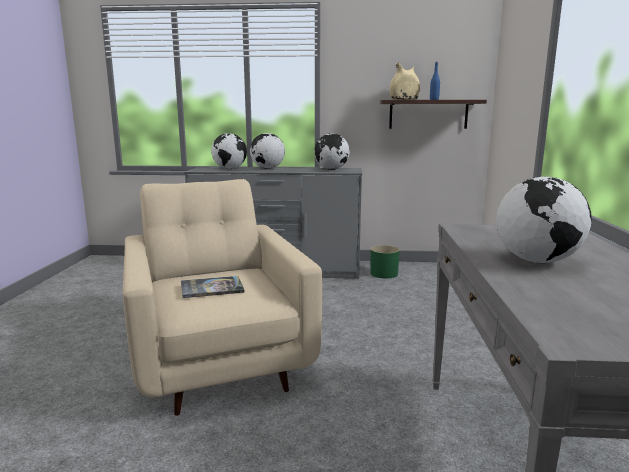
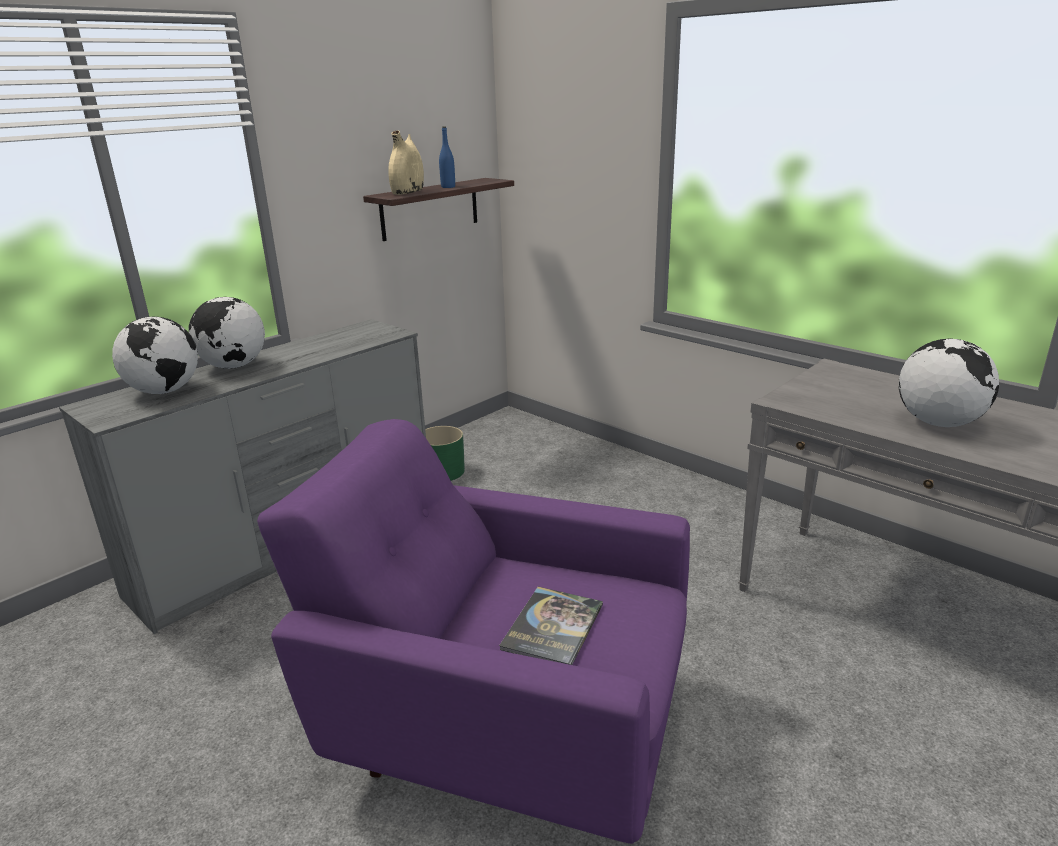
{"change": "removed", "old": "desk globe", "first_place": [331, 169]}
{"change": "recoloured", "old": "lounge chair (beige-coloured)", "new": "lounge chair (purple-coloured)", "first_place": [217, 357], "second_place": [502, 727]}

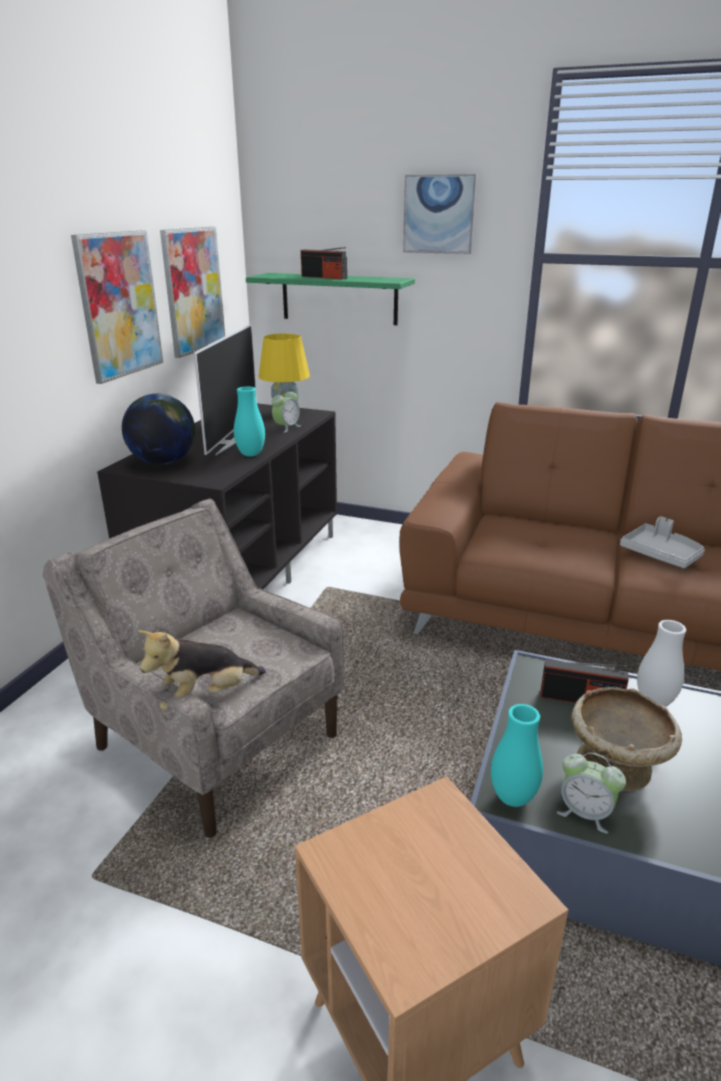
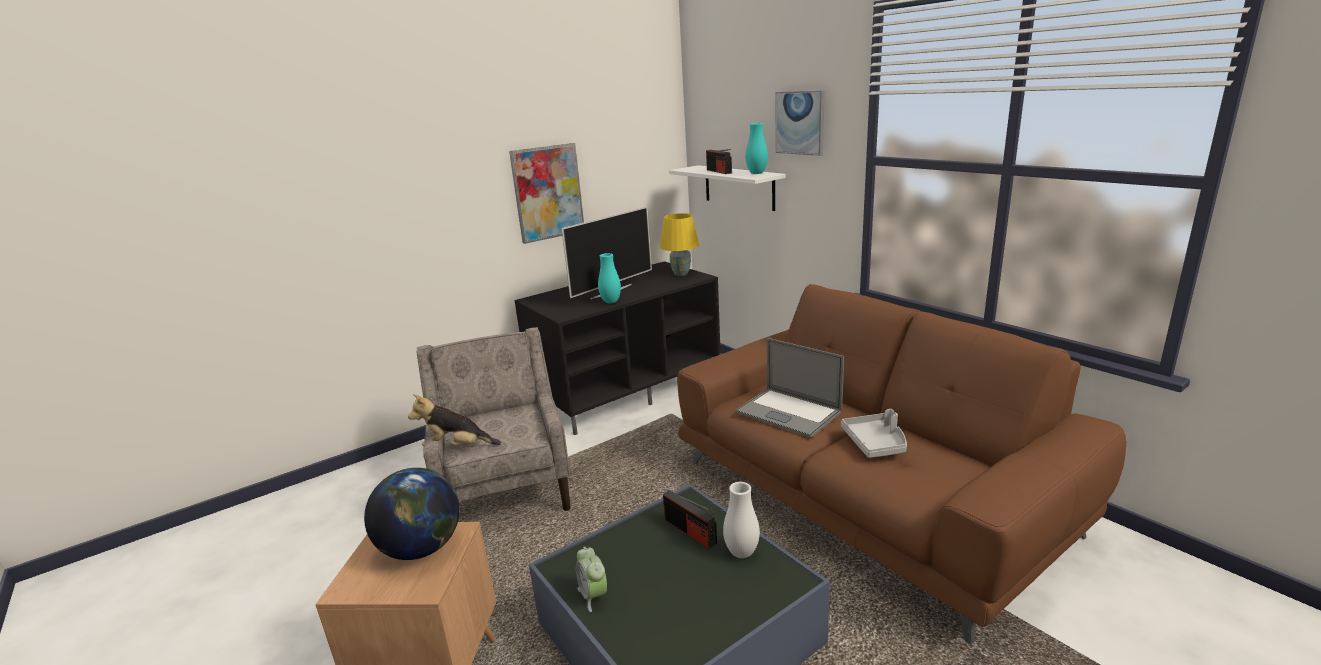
{"change": "removed", "old": "wall art", "first_place": [193, 291]}
{"change": "removed", "old": "table clock", "first_place": [286, 428]}
{"change": "removed", "old": "deep dish (beige-coloured)", "first_place": [616, 764]}
{"change": "added", "new": "notebook computer", "second_place": [788, 412]}
{"change": "moved", "old": "desk globe", "first_place": [163, 462], "second_place": [422, 548]}
{"change": "moved", "old": "decorative vase (turquoise)", "first_place": [513, 798], "second_place": [756, 173]}
{"change": "recoloured", "old": "bracket shelf (green)", "new": "bracket shelf (white-coloured)", "first_place": [339, 298], "second_place": [739, 187]}

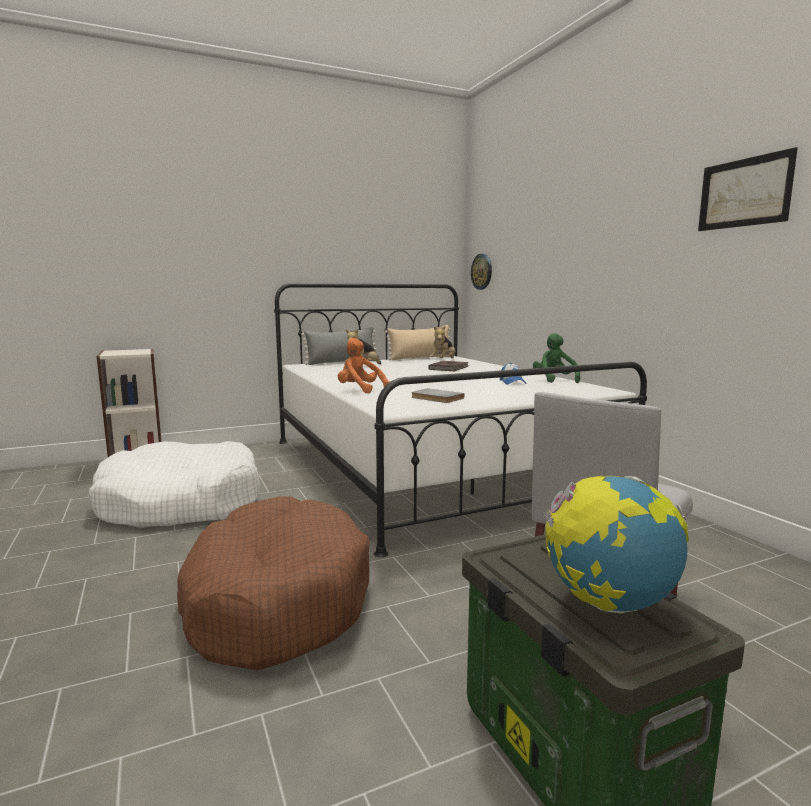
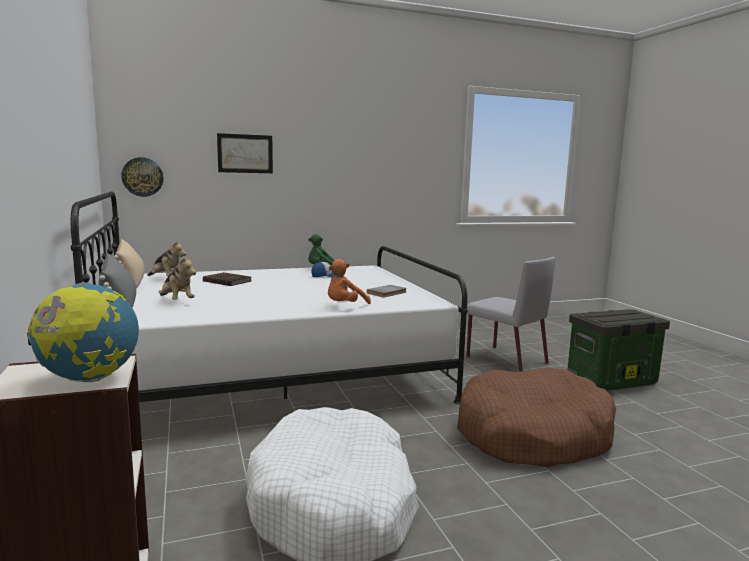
{"change": "moved", "old": "desk globe", "first_place": [608, 603], "second_place": [89, 379]}
{"change": "moved", "old": "wall art", "first_place": [744, 193], "second_place": [245, 153]}

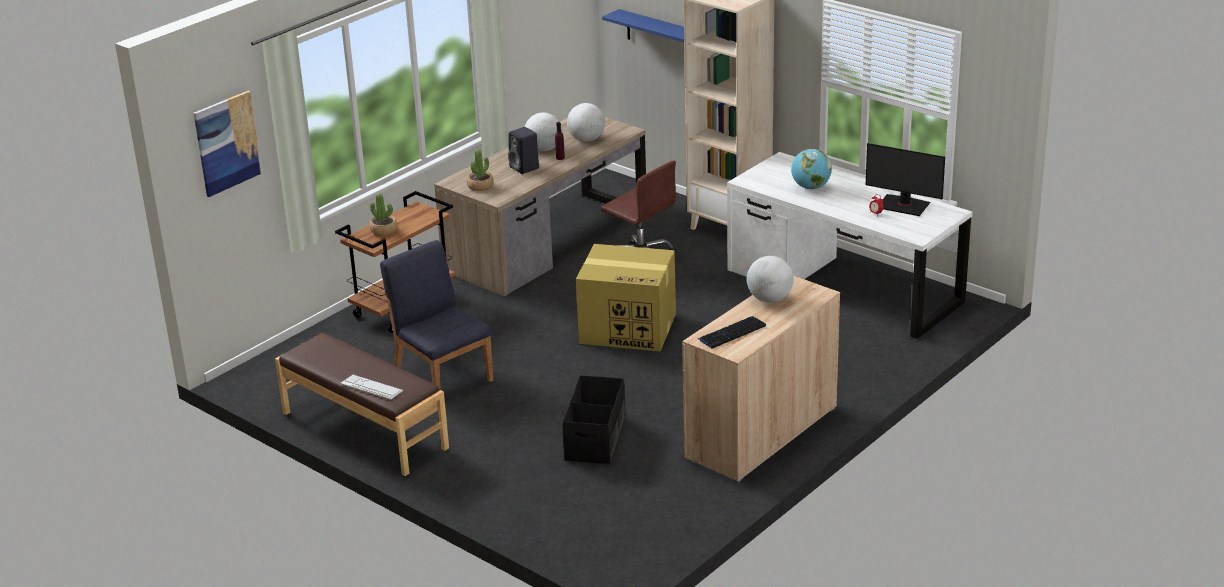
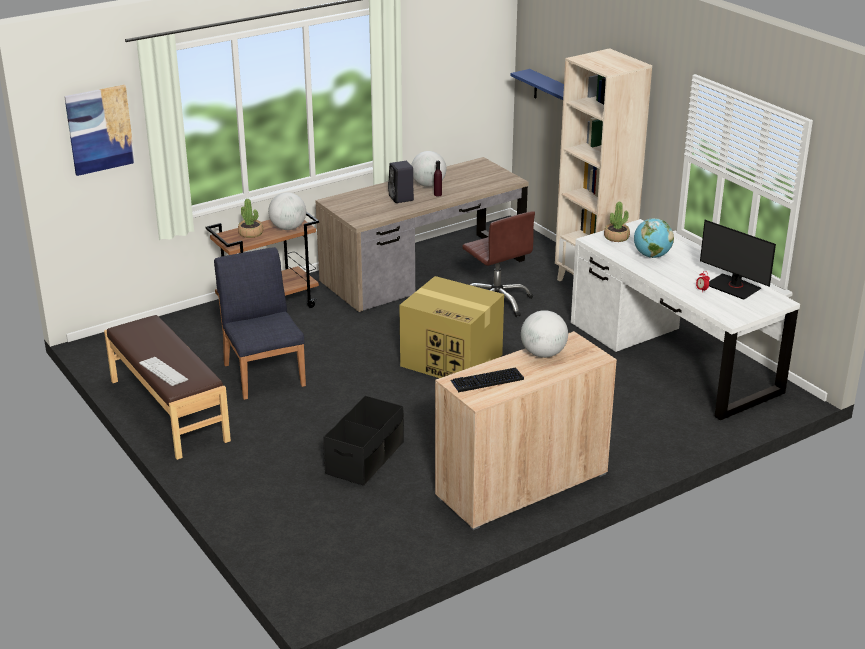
{"change": "moved", "old": "houseplant", "first_place": [480, 186], "second_place": [616, 237]}
{"change": "moved", "old": "desk globe", "first_place": [586, 139], "second_place": [288, 228]}

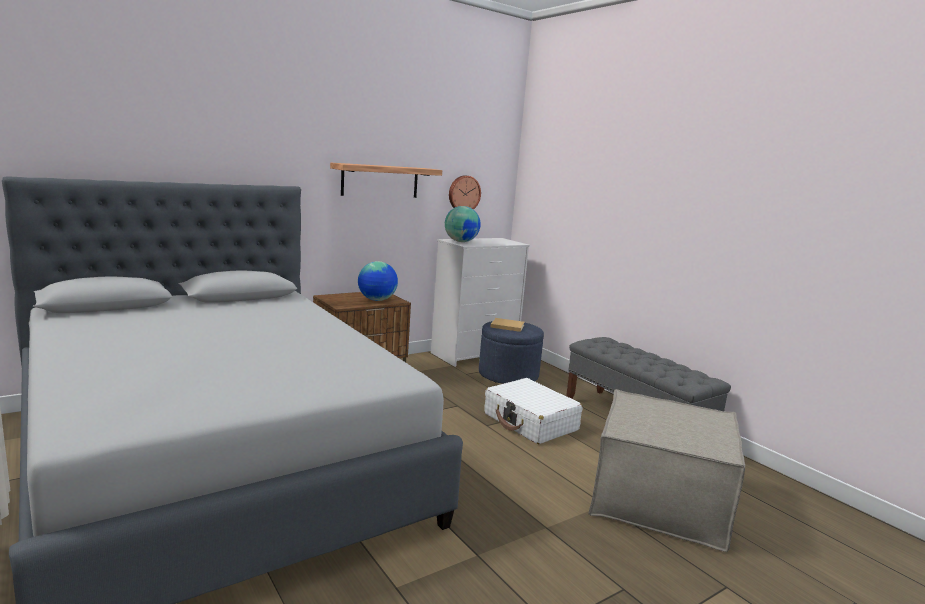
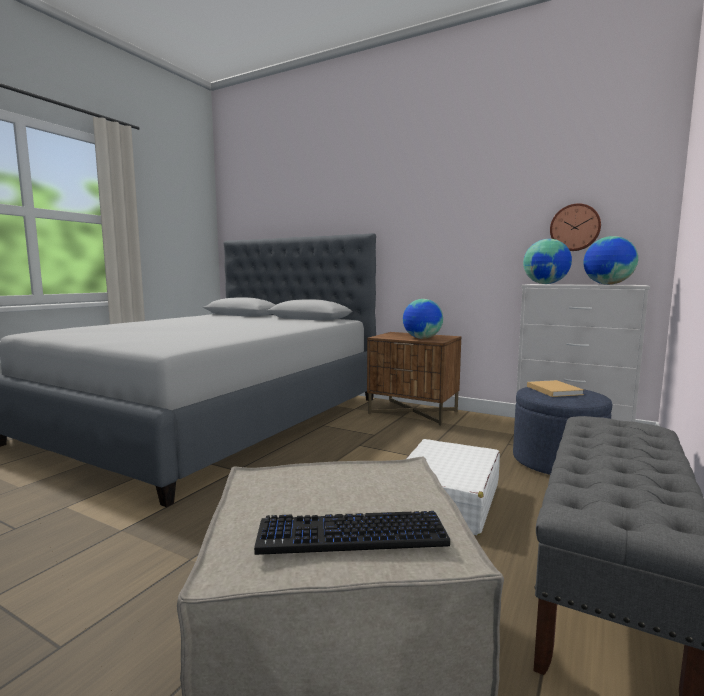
{"change": "removed", "old": "bracket shelf", "first_place": [380, 181]}
{"change": "added", "new": "PC keyboard", "second_place": [351, 534]}
{"change": "added", "new": "desk globe", "second_place": [608, 284]}

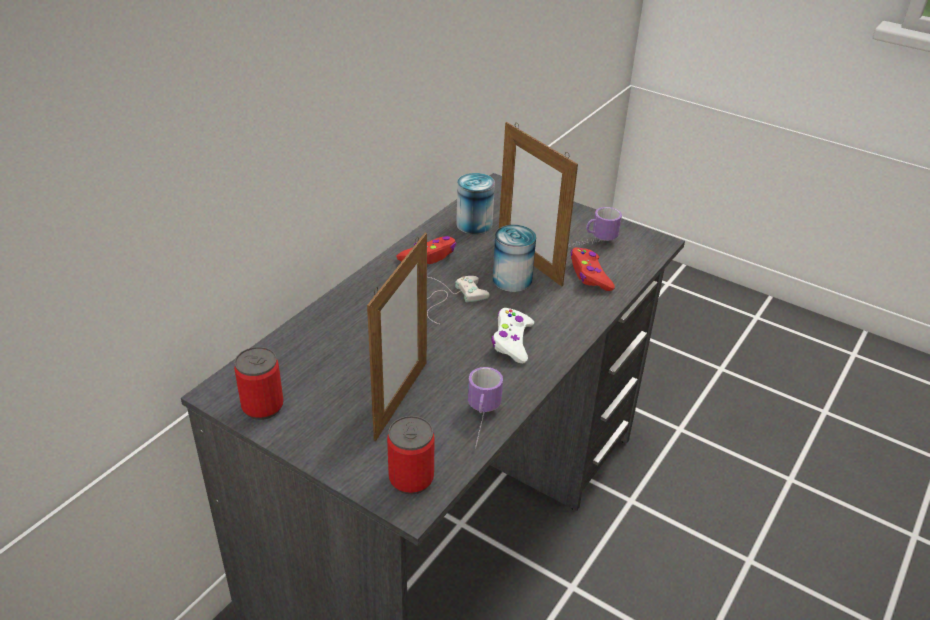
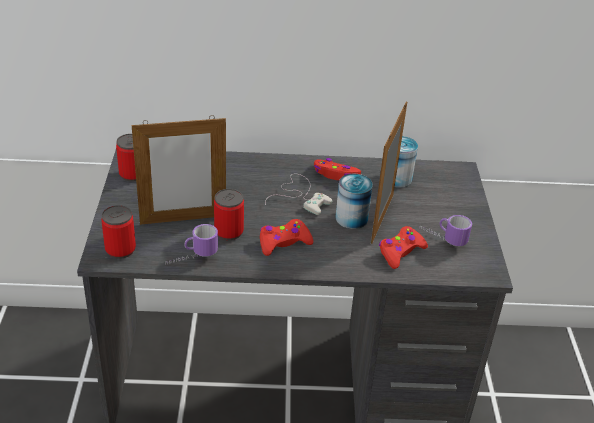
{"change": "added", "new": "sealed can", "second_place": [229, 232]}
{"change": "recoloured", "old": "game controller (white-coloured)", "new": "game controller (reddish)", "first_place": [512, 341], "second_place": [283, 242]}

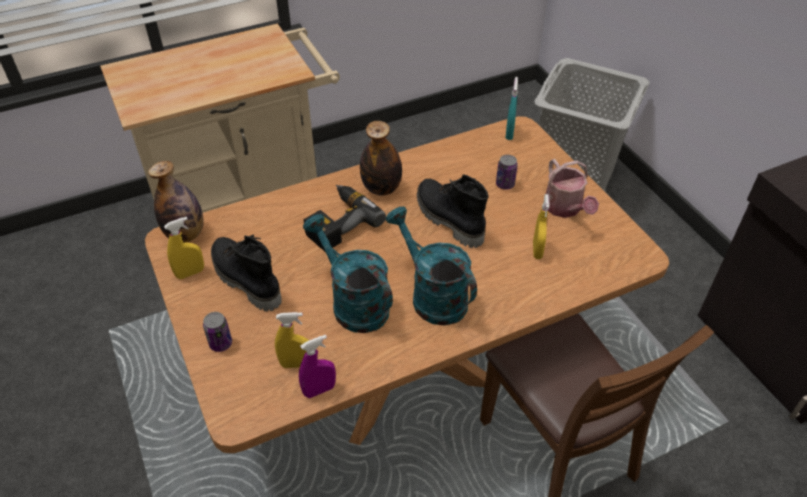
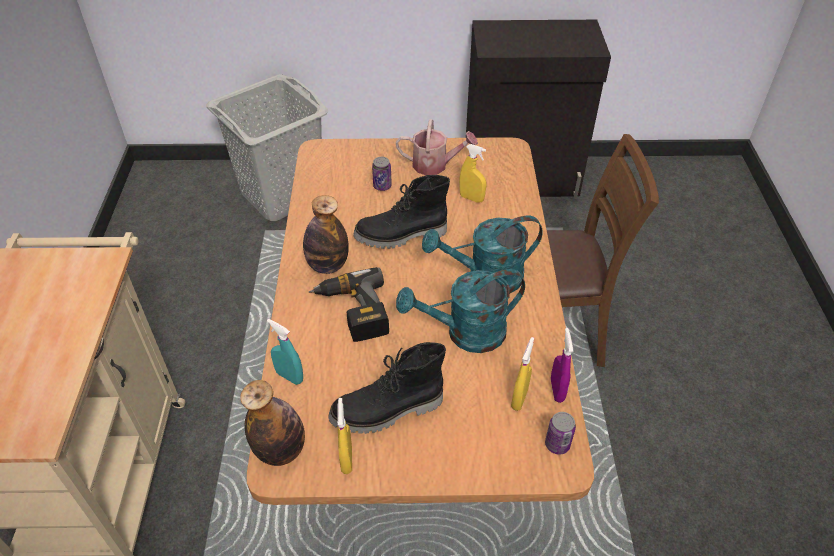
{"change": "moved", "old": "sealed can", "first_place": [221, 343], "second_place": [557, 444]}
{"change": "moved", "old": "hand sprayer (turquoise)", "first_place": [509, 133], "second_place": [289, 376]}

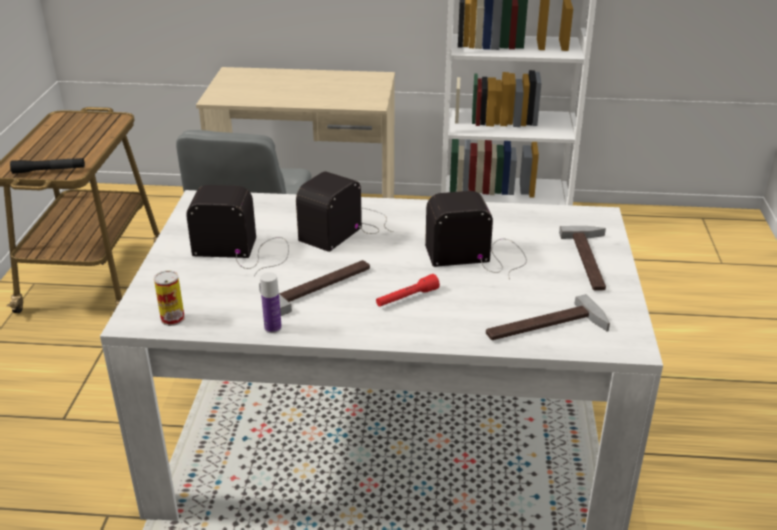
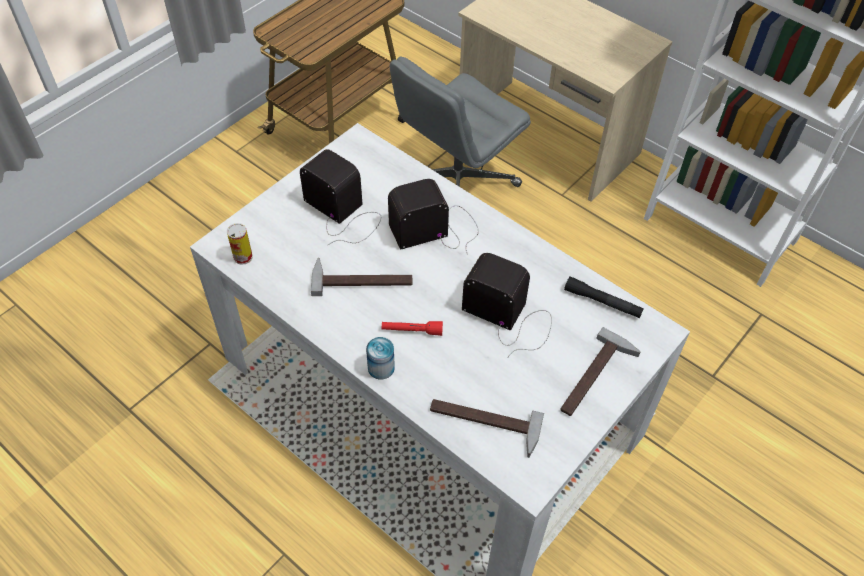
{"change": "removed", "old": "beverage bottle", "first_place": [273, 328]}
{"change": "added", "new": "sealed can", "second_place": [381, 368]}
{"change": "moved", "old": "torch (black-coloured)", "first_place": [49, 170], "second_place": [602, 302]}

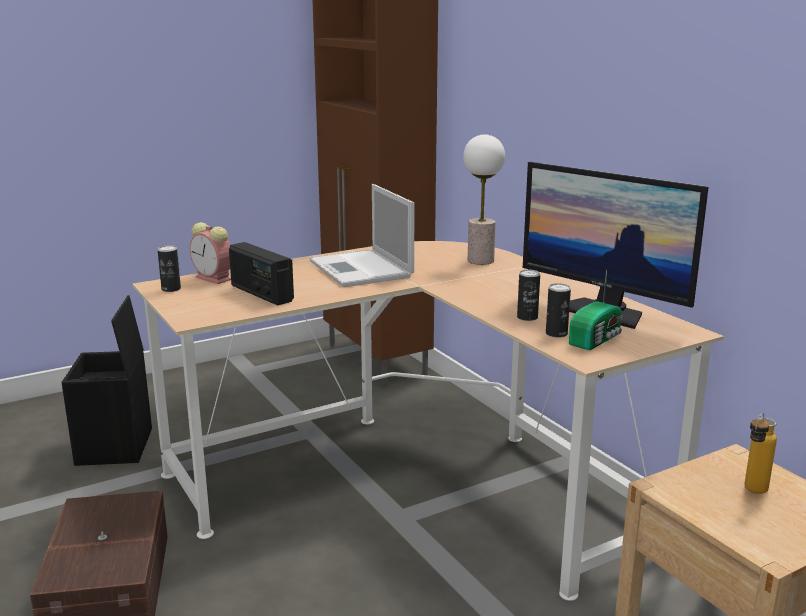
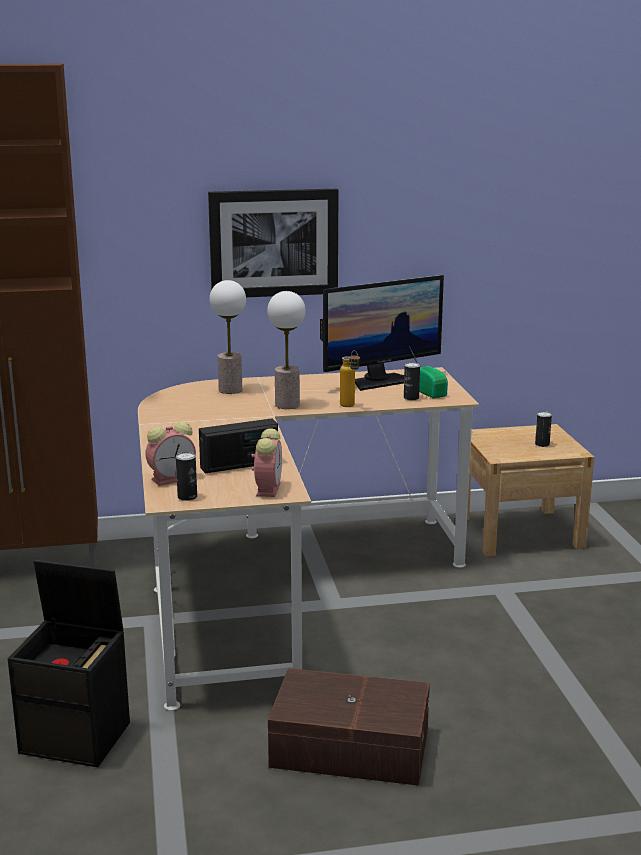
{"change": "removed", "old": "notebook computer", "first_place": [362, 269]}
{"change": "added", "new": "wall art", "second_place": [274, 243]}
{"change": "added", "new": "table clock", "second_place": [268, 488]}
{"change": "added", "new": "table lamp", "second_place": [287, 405]}
{"change": "moved", "old": "sealed can", "first_place": [527, 317], "second_place": [542, 444]}
{"change": "moved", "old": "beverage bottle", "first_place": [752, 492], "second_place": [350, 407]}

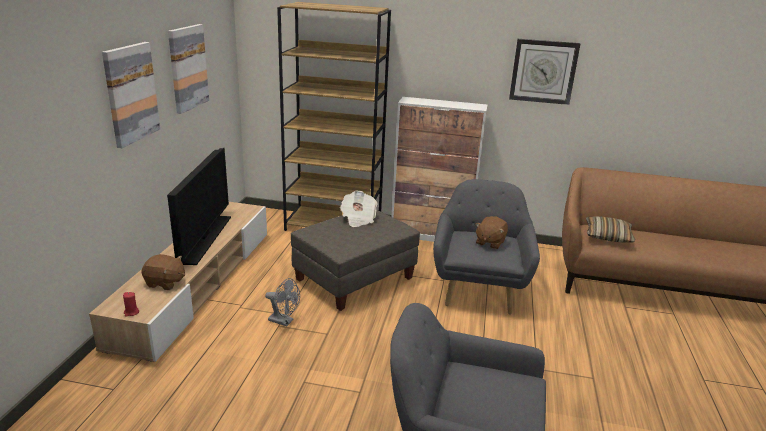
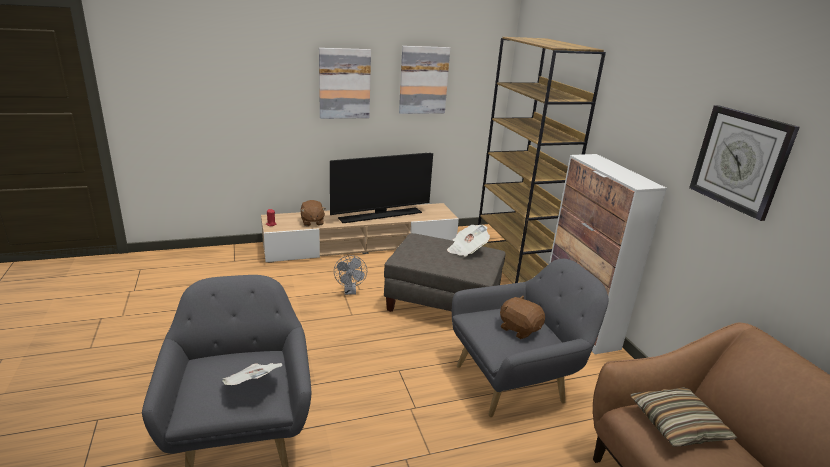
{"change": "added", "new": "newspaper", "second_place": [253, 385]}
{"change": "turned", "old": "cuddly toy (brown)", "first_place": [489, 242], "second_place": [519, 329], "degrees": 45}

